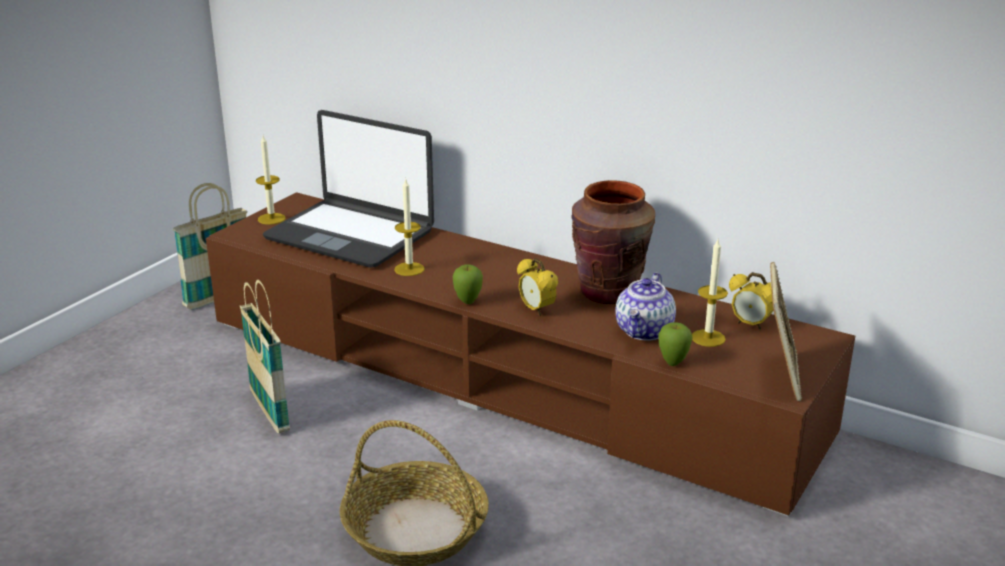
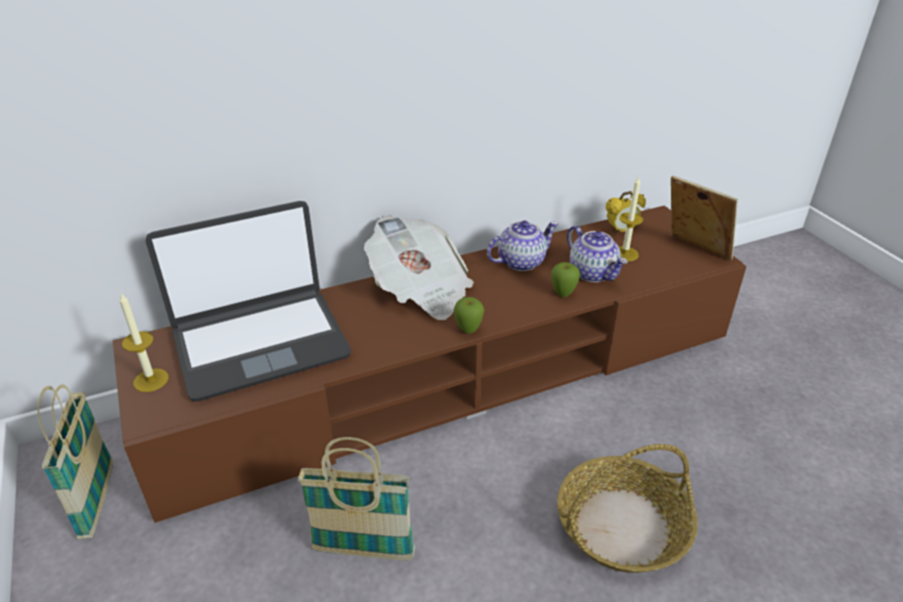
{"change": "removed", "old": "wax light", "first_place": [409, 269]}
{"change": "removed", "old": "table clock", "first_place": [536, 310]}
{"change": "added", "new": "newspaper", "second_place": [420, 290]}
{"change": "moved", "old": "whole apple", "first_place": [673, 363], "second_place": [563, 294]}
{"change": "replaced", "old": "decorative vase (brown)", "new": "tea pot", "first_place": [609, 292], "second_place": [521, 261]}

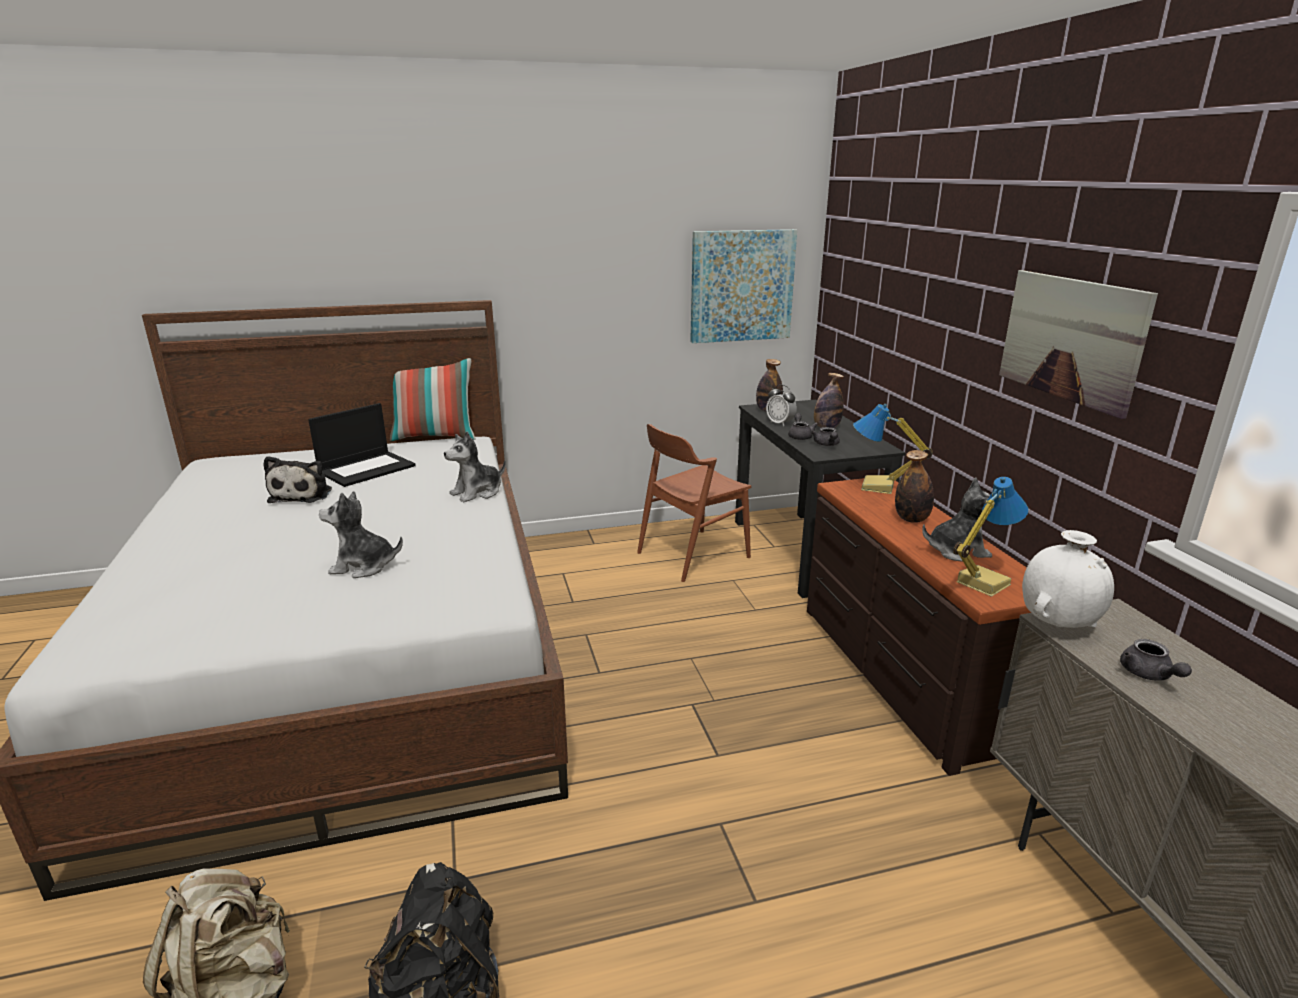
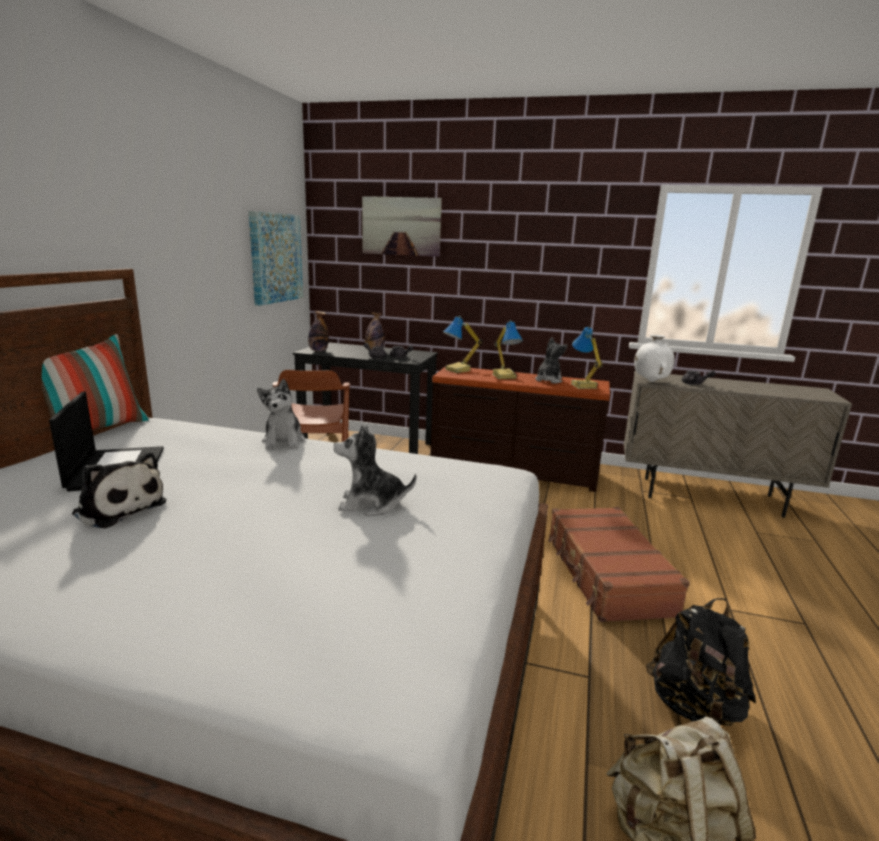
{"change": "removed", "old": "table clock", "first_place": [780, 423]}
{"change": "added", "new": "piece of luggage (brown)", "second_place": [606, 575]}
{"change": "moved", "old": "wall art", "first_place": [1070, 339], "second_place": [401, 226]}
{"change": "replaced", "old": "beverage bottle", "new": "table lamp", "first_place": [911, 519], "second_place": [505, 376]}
{"change": "turned", "old": "cuddly toy", "first_place": [363, 566], "second_place": [371, 504], "degrees": 60}

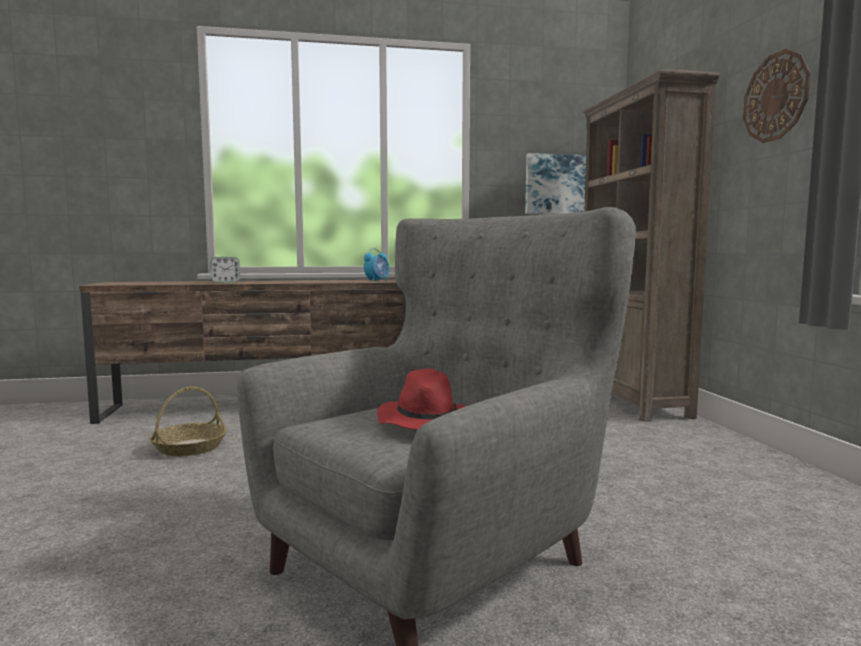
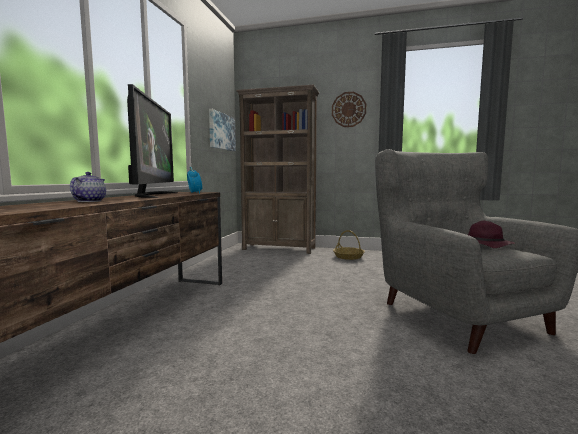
{"change": "added", "new": "TV", "second_place": [152, 195]}
{"change": "moved", "old": "household basket", "first_place": [190, 447], "second_place": [348, 257]}
{"change": "replaced", "old": "table clock", "new": "tea pot", "first_place": [226, 282], "second_place": [89, 201]}
{"change": "recoloured", "old": "wearable hat (reddish)", "new": "wearable hat (purple-coloured)", "first_place": [425, 422], "second_place": [483, 245]}

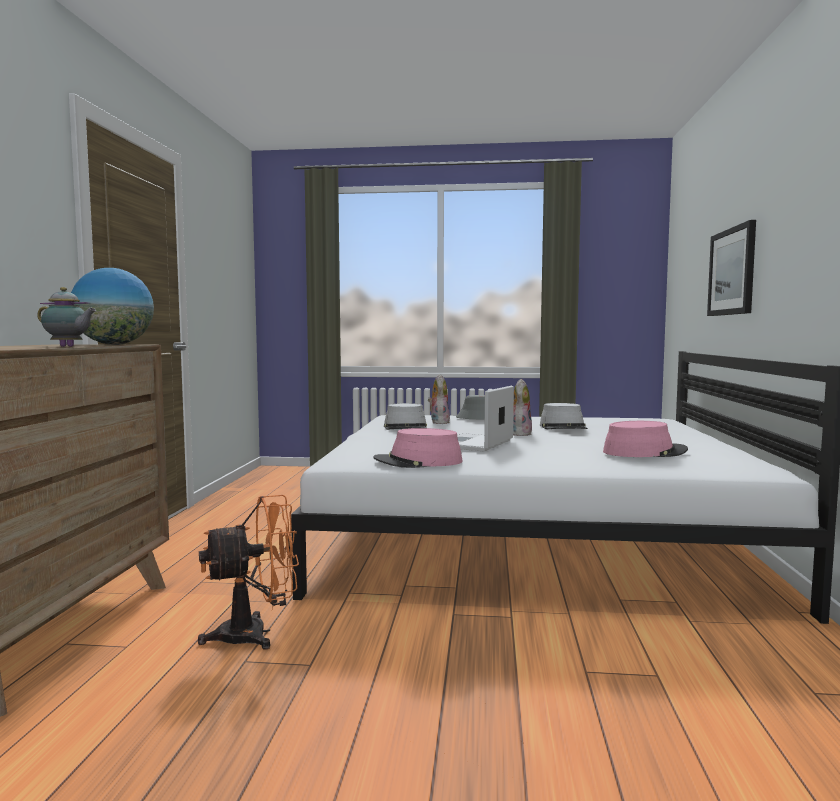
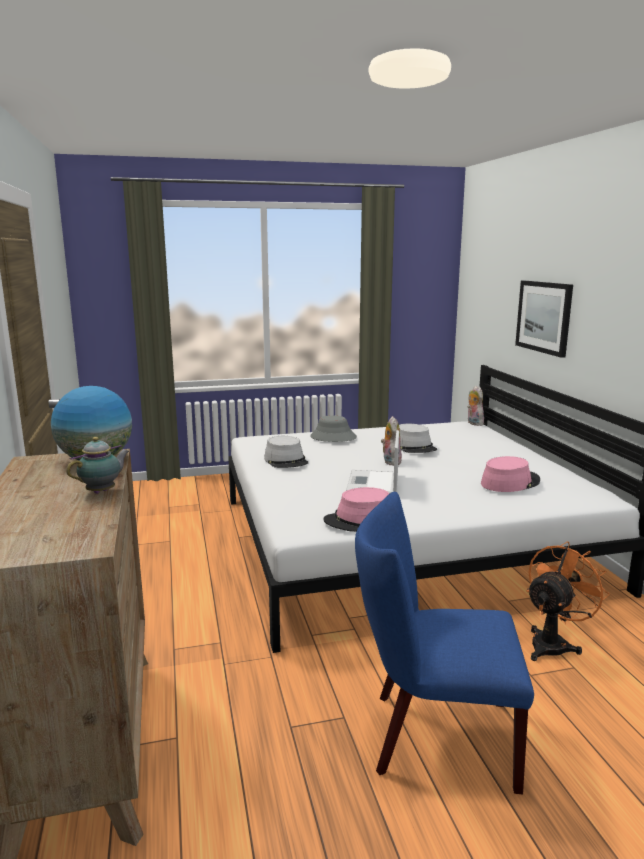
{"change": "added", "new": "plain chair (blue-coloured)", "second_place": [433, 737]}
{"change": "moved", "old": "cooling fan (orangey)", "first_place": [256, 634], "second_place": [553, 643]}
{"change": "moved", "old": "cuddly toy", "first_place": [438, 422], "second_place": [473, 423]}
{"change": "turned", "old": "tea pot", "first_place": [68, 346], "second_place": [103, 491], "degrees": -45}

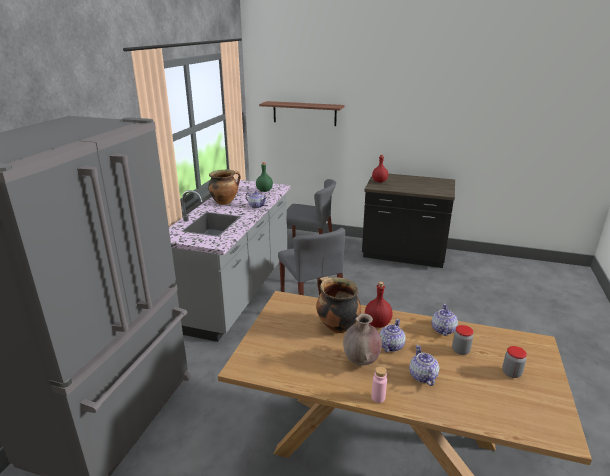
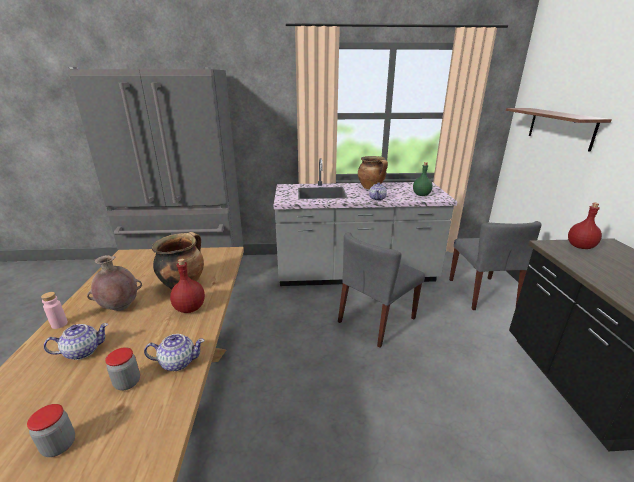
{"change": "removed", "old": "tea pot", "first_place": [390, 346]}

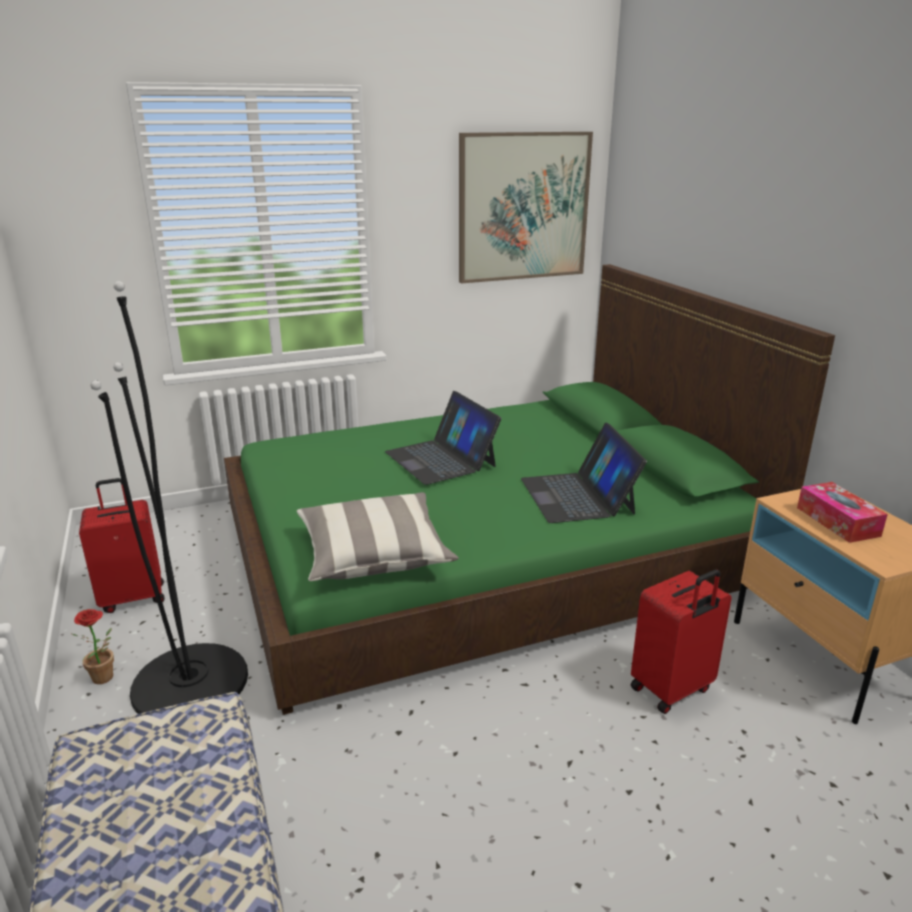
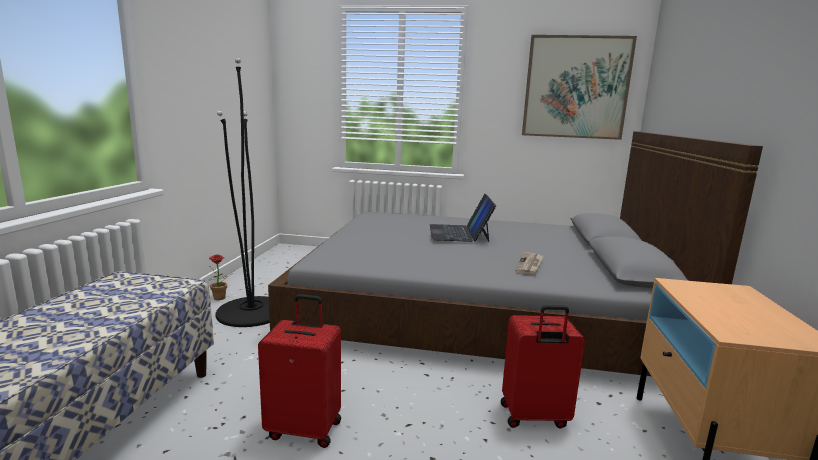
{"change": "removed", "old": "throw pillow", "first_place": [374, 555]}
{"change": "removed", "old": "tissue holder", "first_place": [837, 521]}
{"change": "moved", "old": "piece of luggage (reddish)", "first_place": [133, 597], "second_place": [305, 428]}
{"change": "replaced", "old": "notebook computer", "new": "newspaper", "first_place": [578, 496], "second_place": [530, 265]}
{"change": "recoloured", "old": "bedroom bed (green)", "new": "bedroom bed (gray)", "first_place": [484, 548], "second_place": [478, 304]}

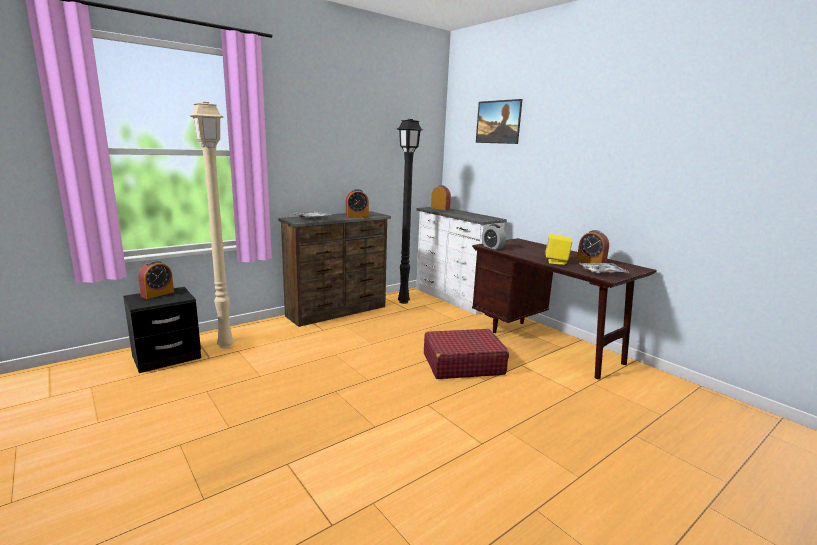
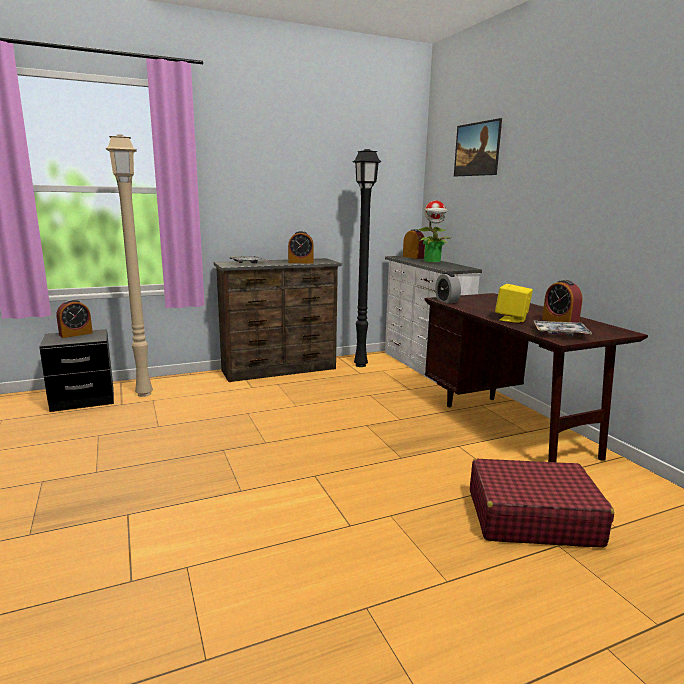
{"change": "added", "new": "houseplant", "second_place": [432, 261]}
{"change": "moved", "old": "piece of luggage (reddish)", "first_place": [462, 364], "second_place": [531, 517]}

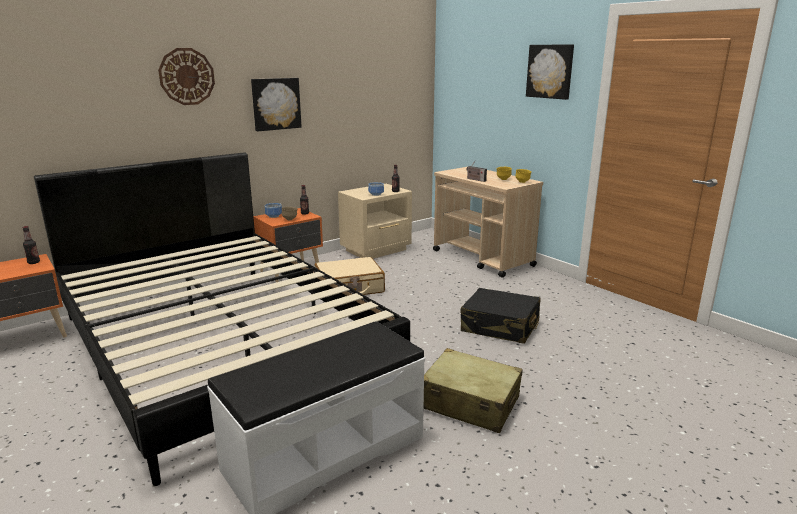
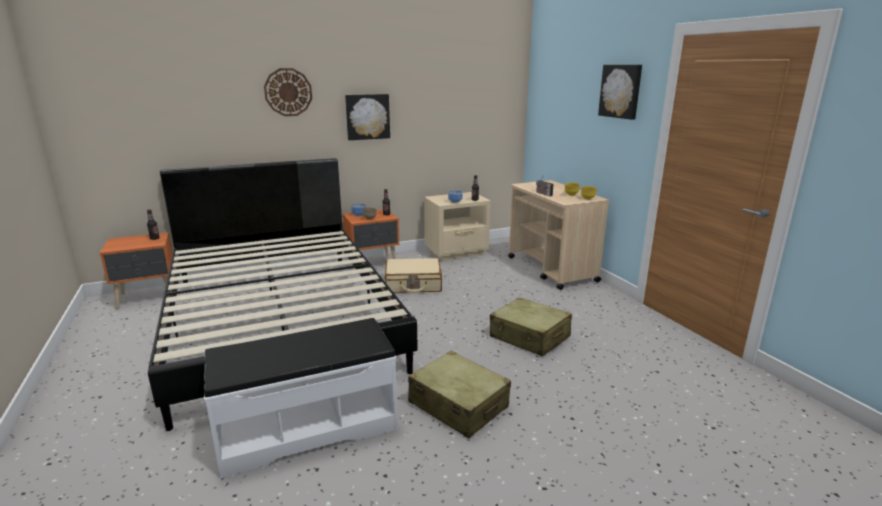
{"change": "recoloured", "old": "piece of luggage (black-coloured)", "new": "piece of luggage (beige-coloured)", "first_place": [500, 327], "second_place": [529, 337]}

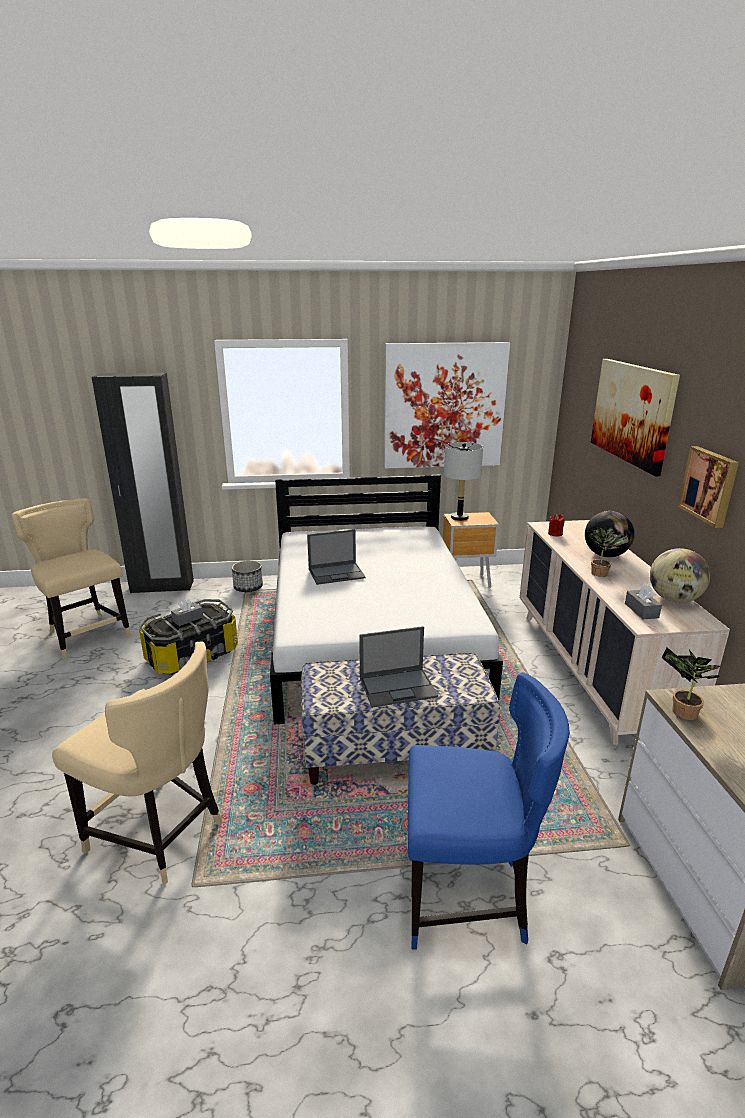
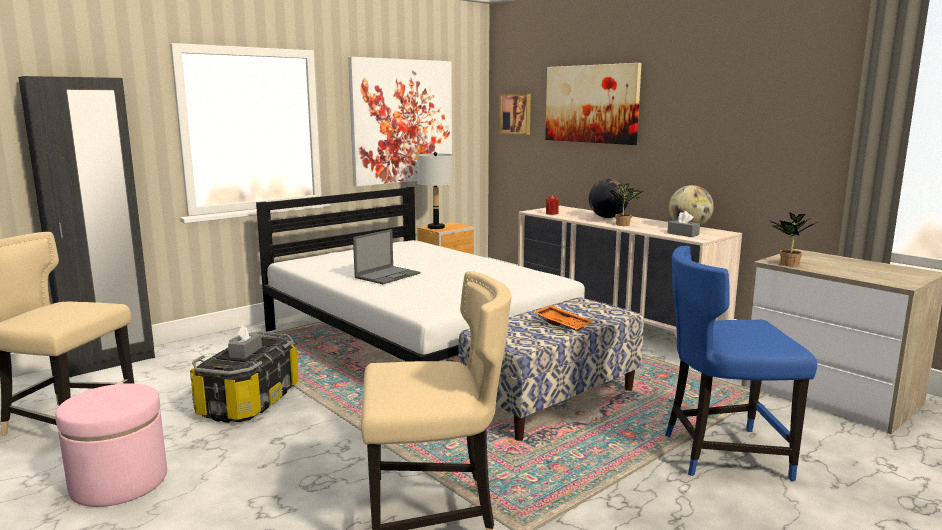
{"change": "removed", "old": "planter", "first_place": [248, 587]}
{"change": "added", "new": "ottoman (pink)", "second_place": [119, 482]}
{"change": "moved", "old": "wall art", "first_place": [710, 485], "second_place": [516, 114]}
{"change": "replaced", "old": "notebook computer", "new": "serving tray (orangey)", "first_place": [398, 687], "second_place": [563, 324]}
{"change": "turned", "old": "plain chair (blue-coloured)", "first_place": [468, 898], "second_place": [721, 454], "degrees": -150}

